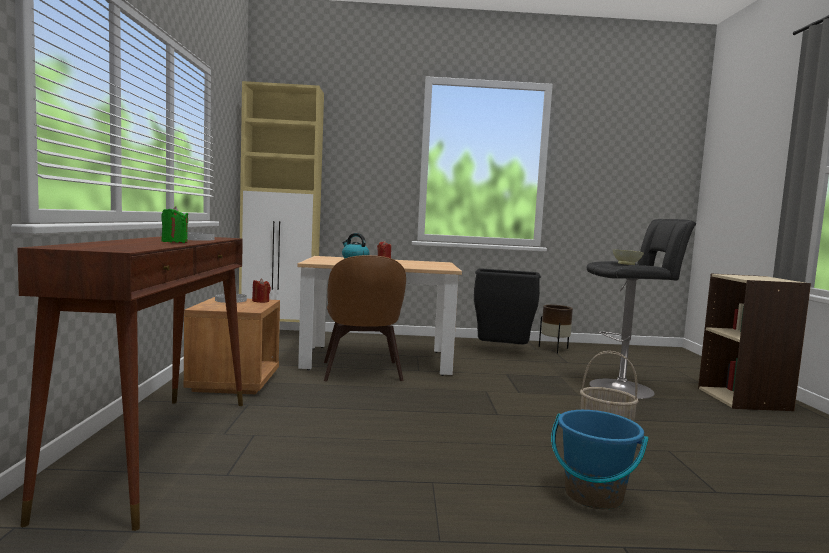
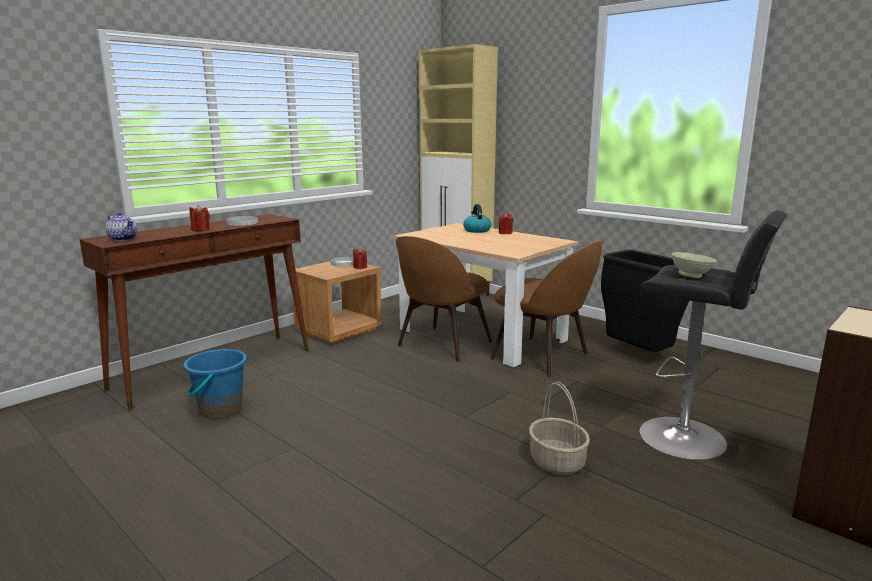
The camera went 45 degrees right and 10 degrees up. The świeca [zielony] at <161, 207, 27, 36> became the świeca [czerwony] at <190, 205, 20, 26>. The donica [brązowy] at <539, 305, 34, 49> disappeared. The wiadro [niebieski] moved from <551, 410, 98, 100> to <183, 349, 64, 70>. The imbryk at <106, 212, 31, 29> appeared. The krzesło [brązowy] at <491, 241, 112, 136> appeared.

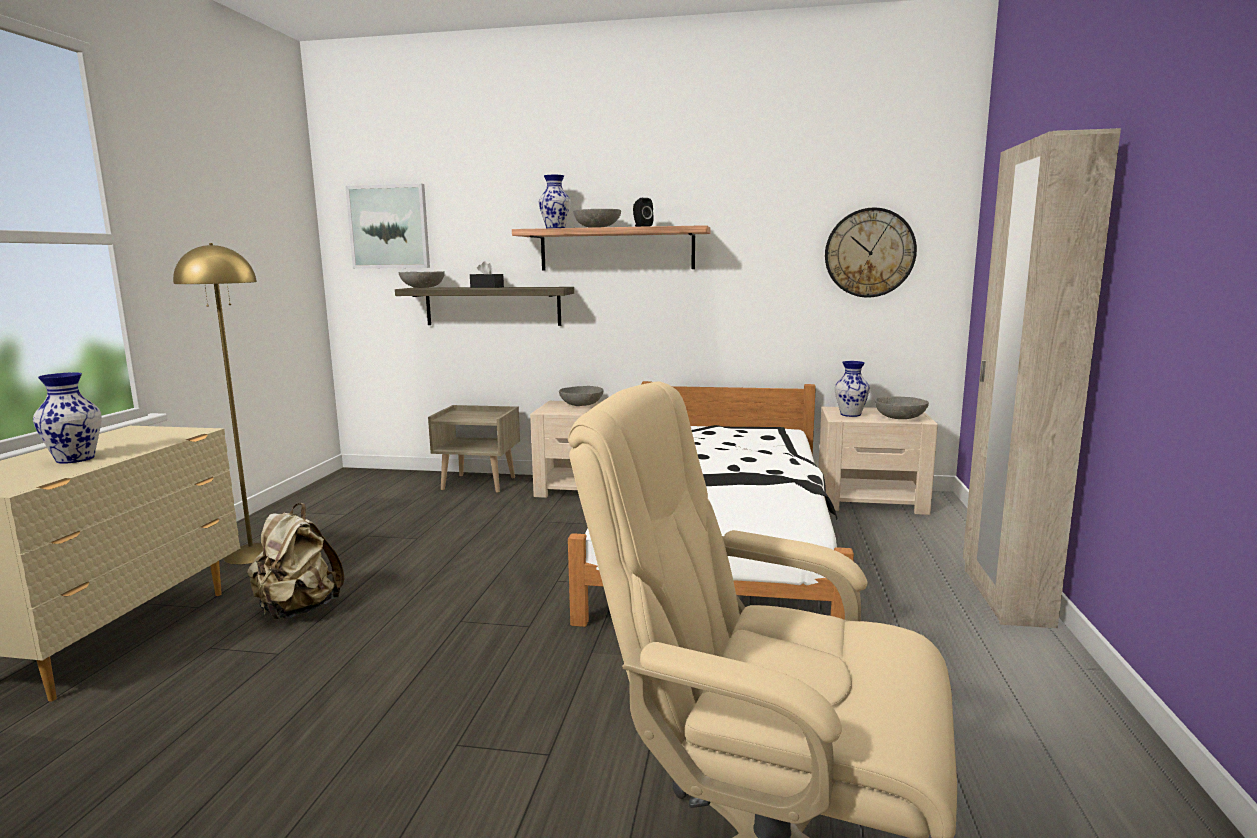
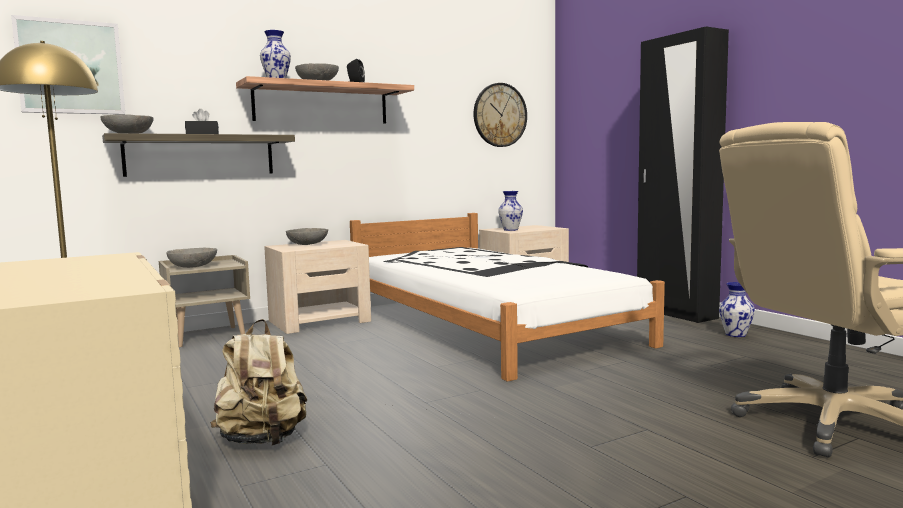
The camera went 40 degrees left and 5 degrees down. The wazon moved from <33, 372, 69, 92> to <719, 282, 36, 55>. The miska [szary] moved from <875, 396, 54, 23> to <167, 248, 50, 20>. The szafa [beżowy] at <963, 128, 158, 500> became the szafa [czarny] at <637, 27, 92, 296>.

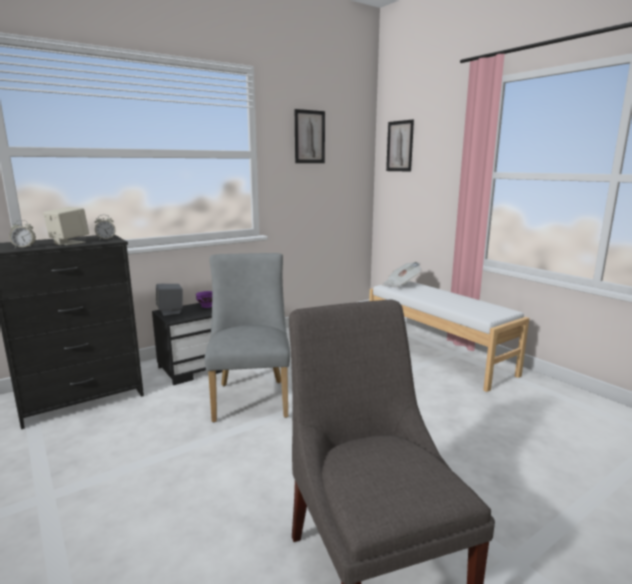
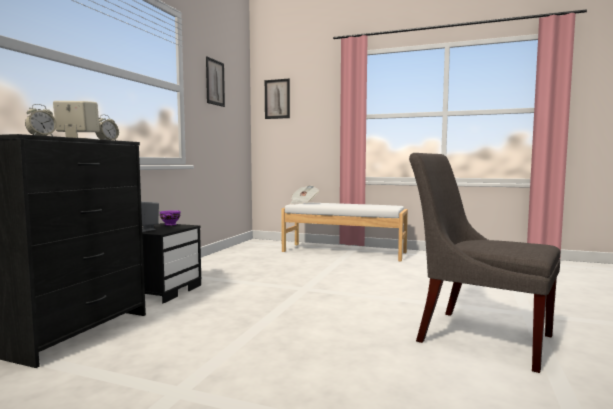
The camera went 35 degrees left and 10 degrees down. The krzesło [szary] at <204, 253, 86, 169> disappeared.

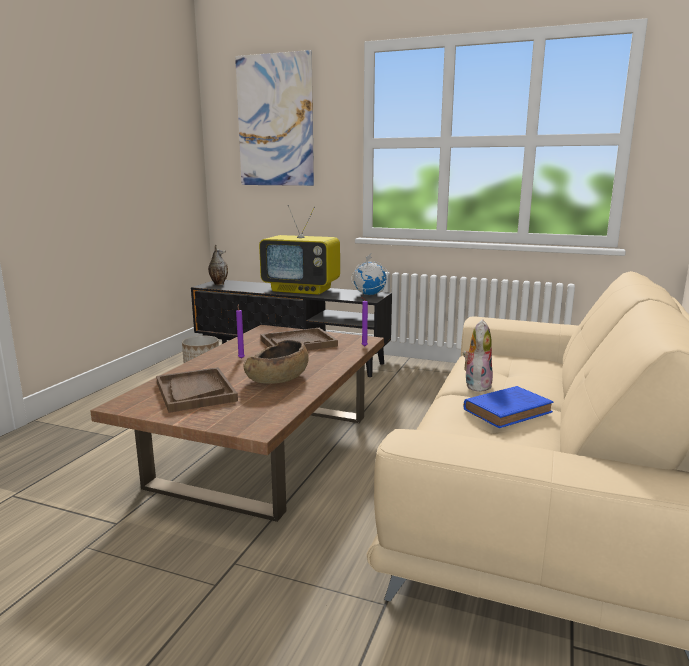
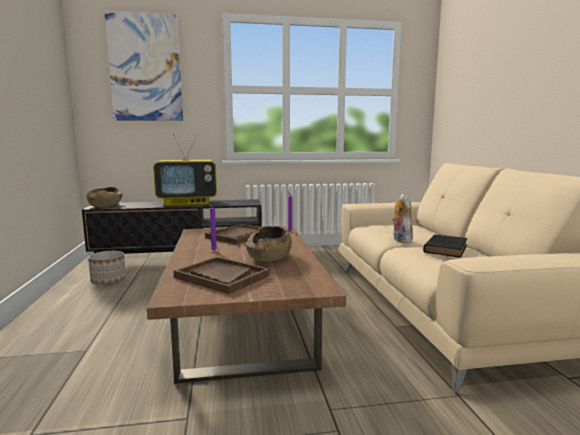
The camera went 30 degrees left and 5 degrees down. The wazon at <208, 245, 20, 40> was replaced by the miska [brązowy] at <87, 187, 35, 20>. The globus at <351, 254, 37, 41> disappeared. The książka [niebieski] at <464, 386, 89, 42> became the książka [czarny] at <423, 234, 44, 23>.

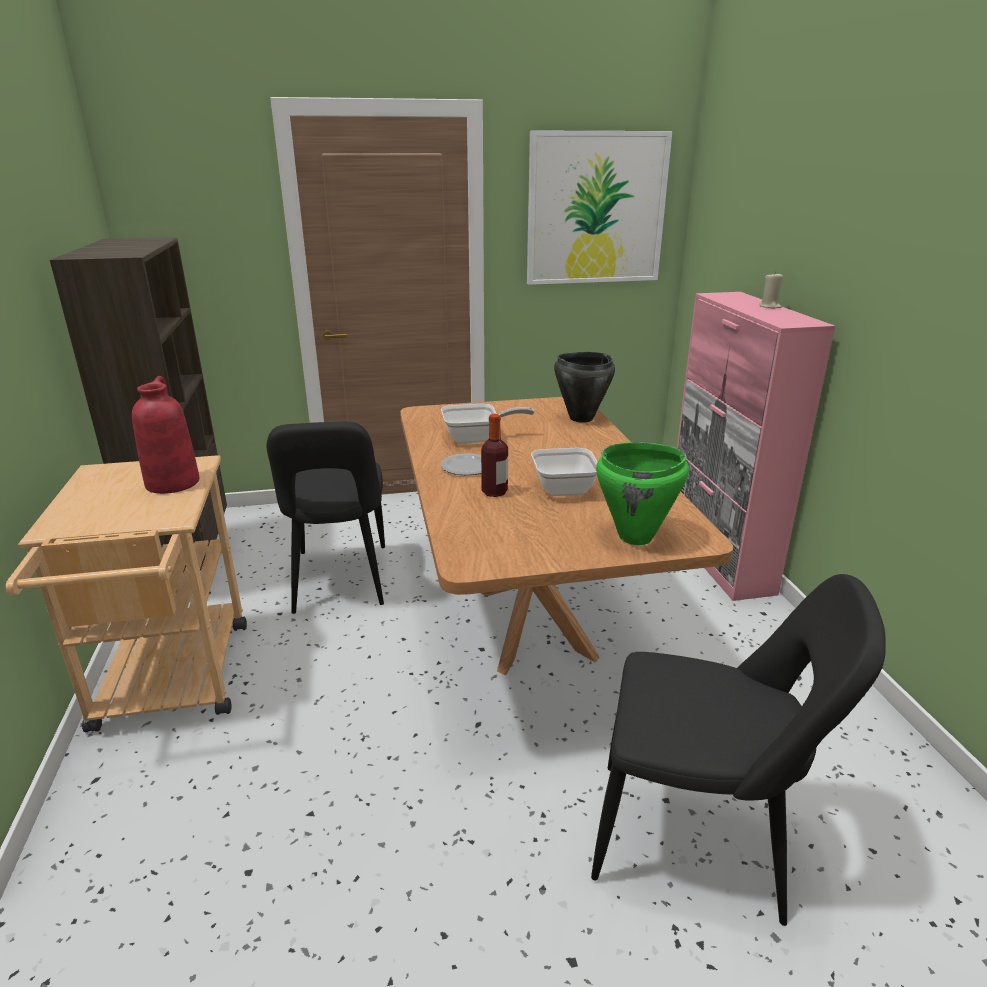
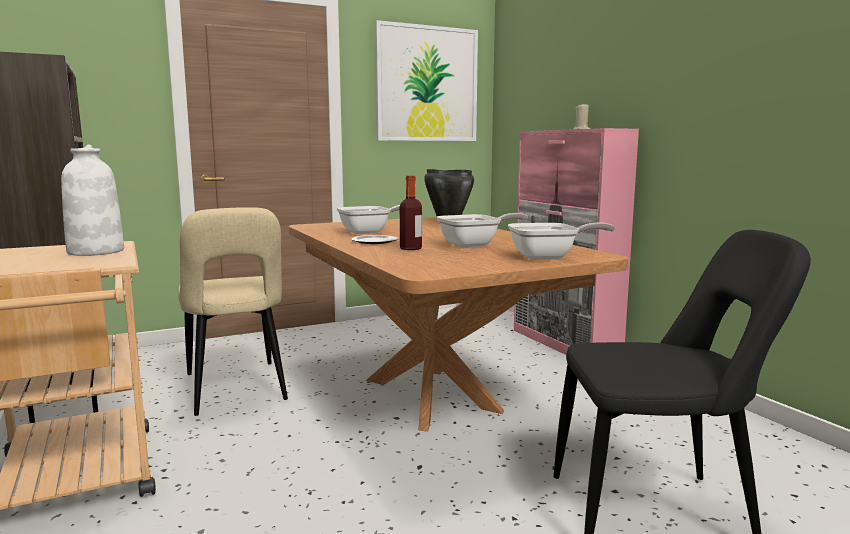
The camera went 15 degrees left and 15 degrees down. The wazon [czerwony] at <132, 376, 67, 118> became the wazon [biały] at <61, 144, 63, 112>. The krzesło [czarny] at <266, 421, 119, 193> became the krzesło [beżowy] at <178, 208, 110, 208>. The garnek [zielony] at <596, 442, 93, 103> was replaced by the patelnia at <508, 222, 107, 38>.

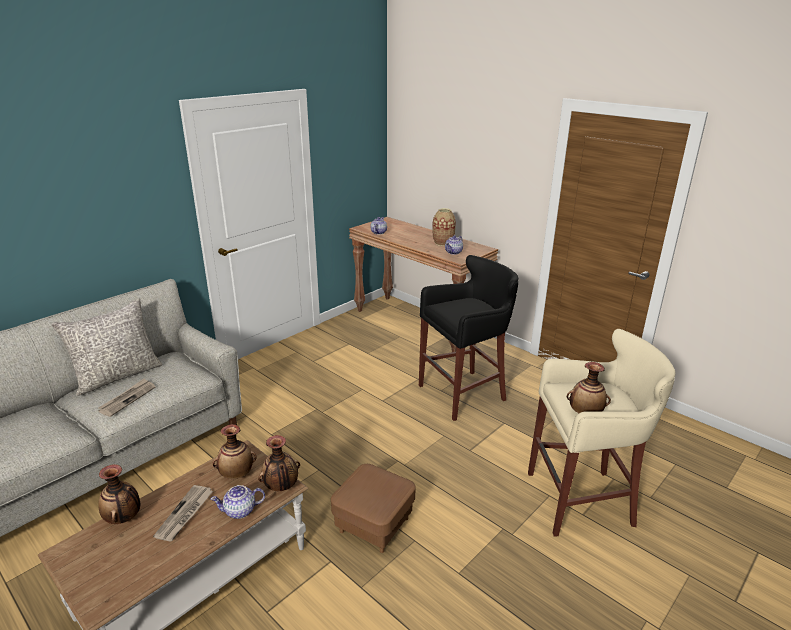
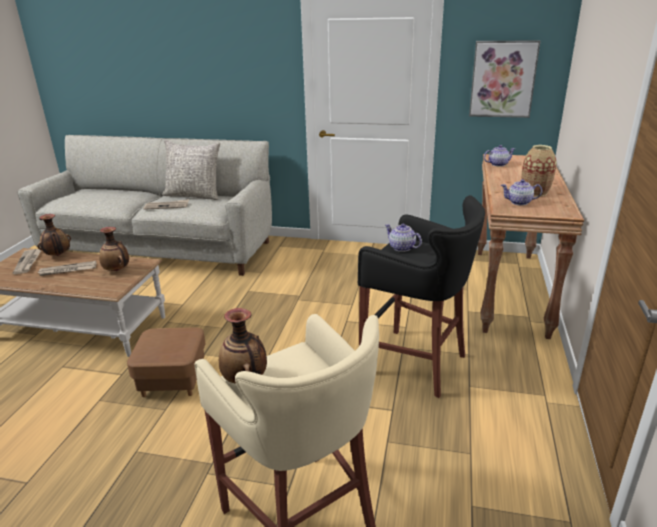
The camera went 60 degrees right and 0 degrees up. The imbryk moved from <211, 485, 54, 34> to <385, 224, 37, 28>. The wazon at <258, 435, 42, 56> disappeared. The gazeta at <13, 249, 28, 25> appeared. The obraz at <469, 40, 71, 78> appeared.

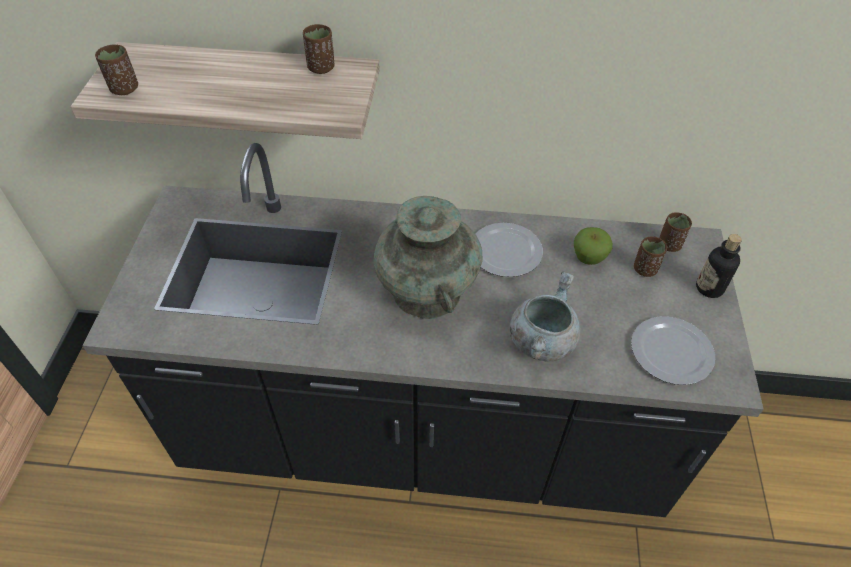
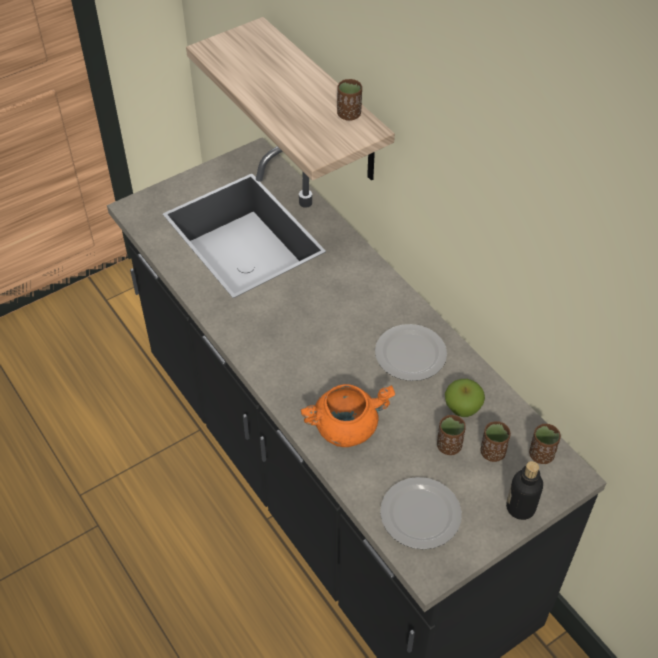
The camera went 50 degrees right and 0 degrees up. The filiżanka [brązowy] moved from <95, 44, 43, 51> to <437, 415, 29, 40>. The wazon [turkusowy] at <373, 196, 110, 123> disappeared. The garnek [szary] at <510, 271, 70, 90> became the garnek [pomarańczowy] at <300, 384, 95, 63>.

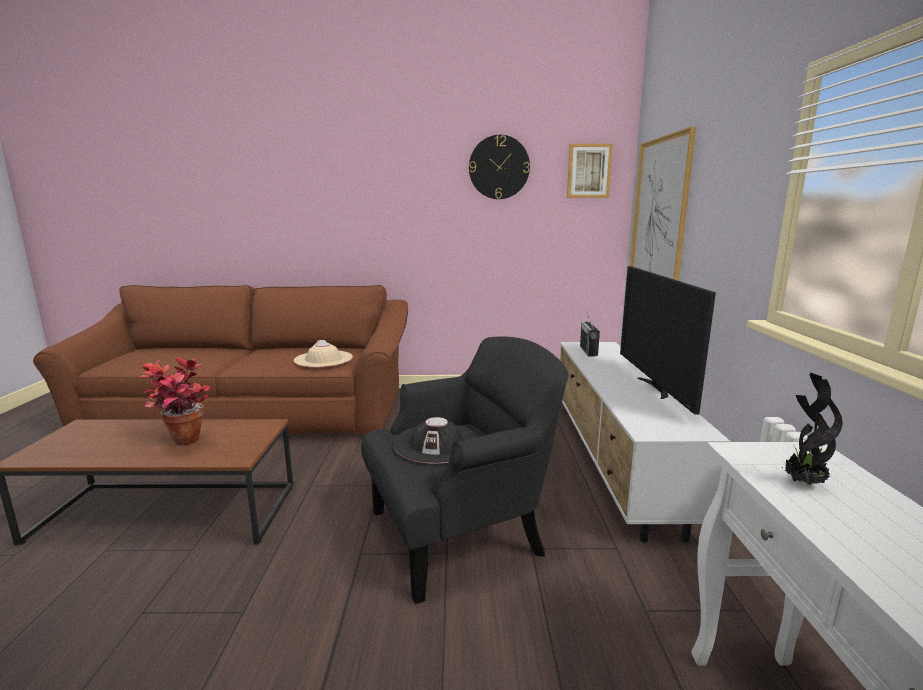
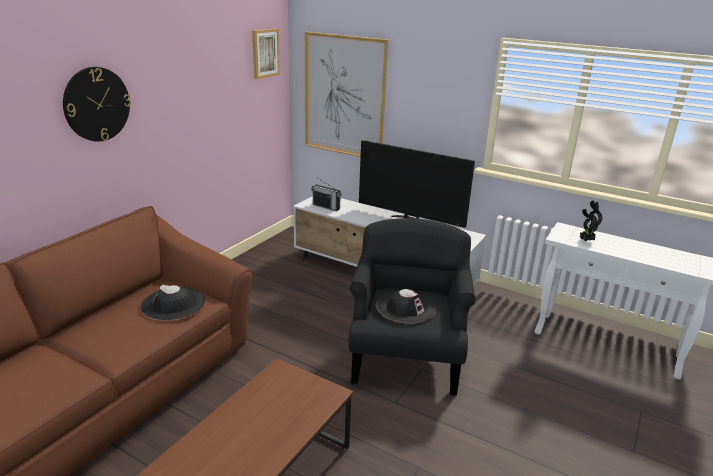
The camera went 60 degrees left and 10 degrees up. The roślina doniczkowa at <140, 357, 70, 88> disappeared. The kapelusz [beżowy] at <294, 340, 59, 28> became the kapelusz [czarny] at <140, 285, 65, 36>. The zegar ścienny moved from <469, 135, 61, 64> to <63, 67, 68, 75>.

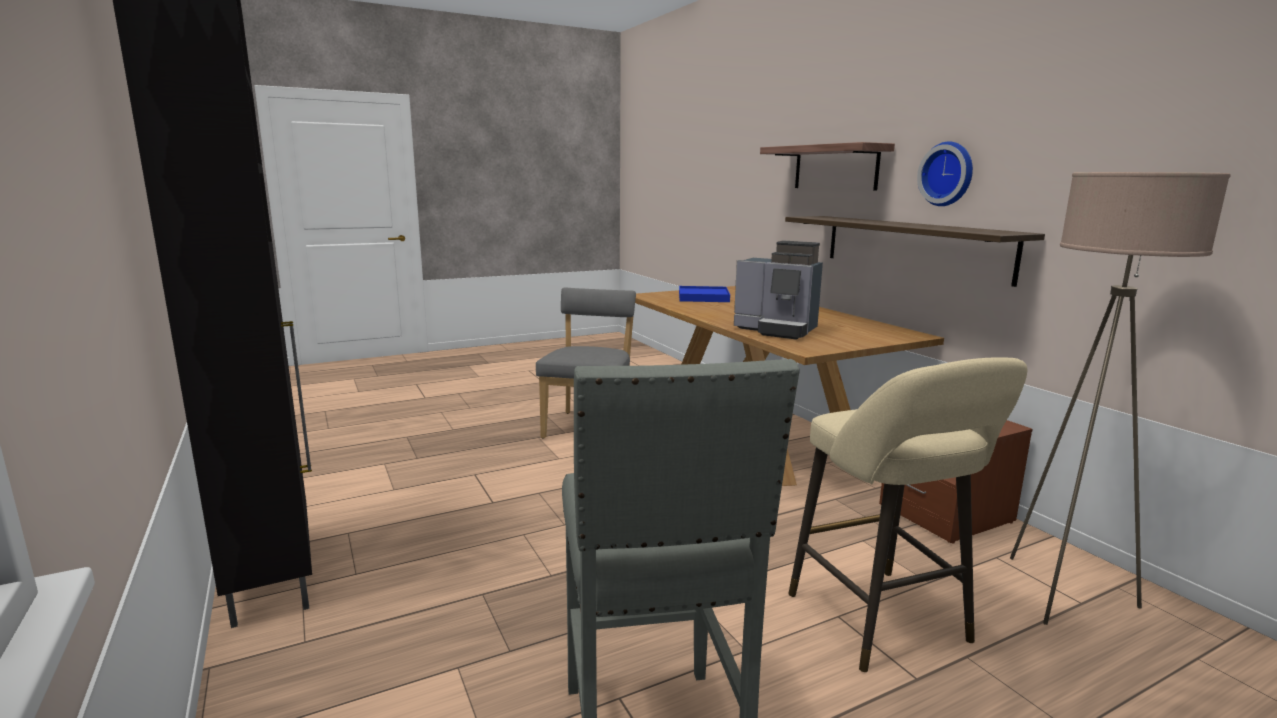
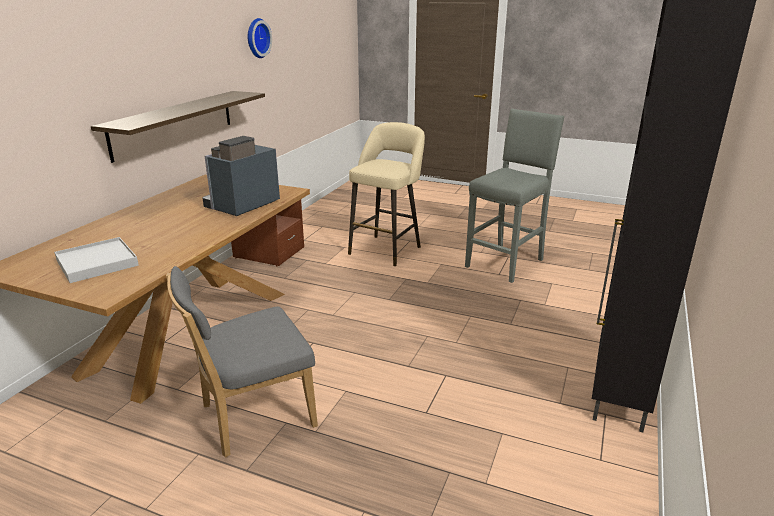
The camera went 130 degrees left and 10 degrees up. The taca [niebieski] at <679, 286, 51, 16> became the taca [biały] at <54, 237, 85, 46>. The ekspres do kawy at <734, 241, 89, 99> turned 135 degrees counterclockwise. The półka at <760, 142, 135, 49> disappeared. The zegar ścienny moved from <917, 141, 56, 65> to <248, 18, 24, 40>. The lampa stojąca [beżowy] at <1010, 172, 221, 453> disappeared.

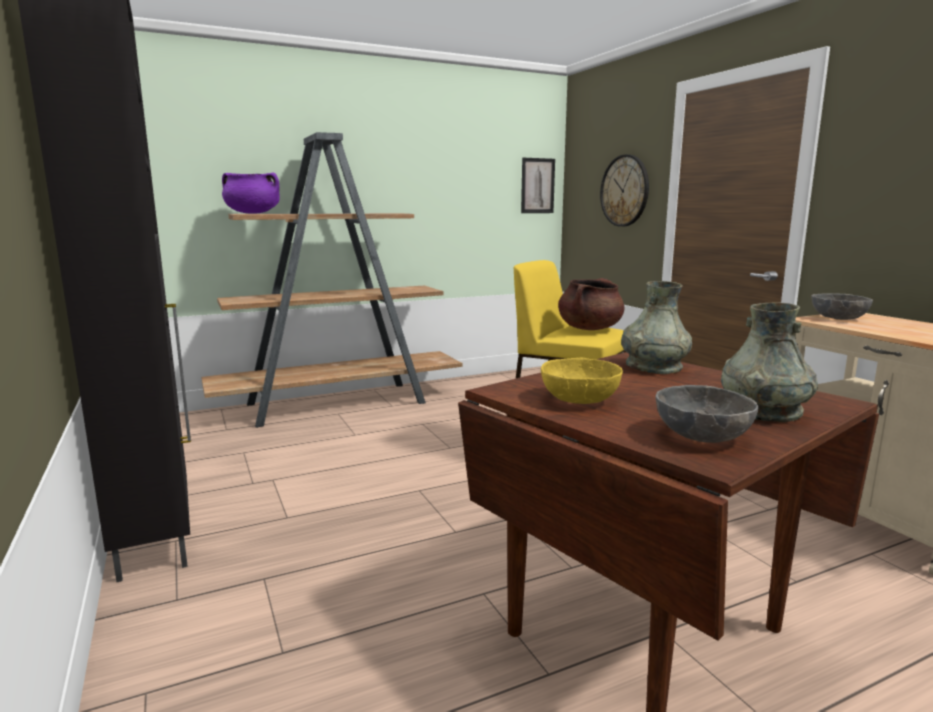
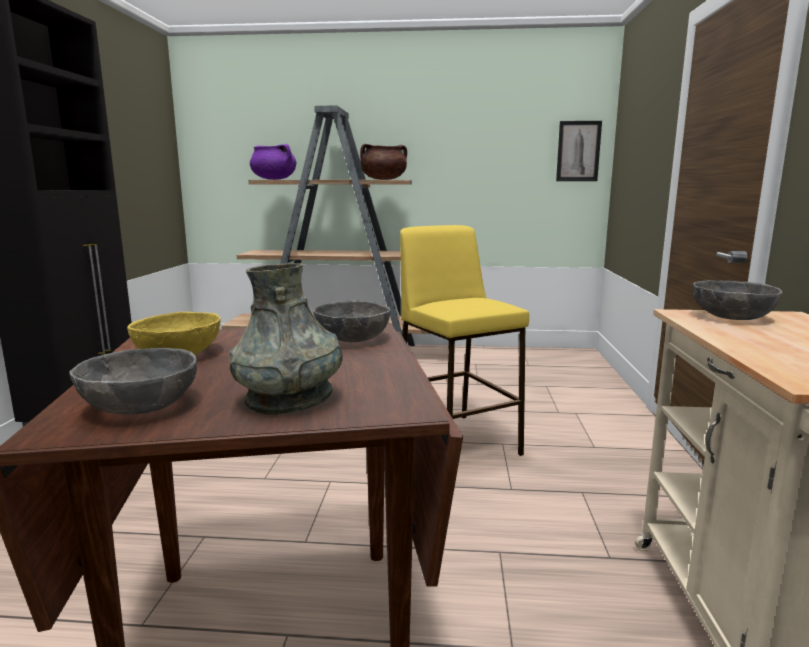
The camera went 30 degrees right and 0 degrees up. The garnek [brązowy] moved from <558, 278, 66, 52> to <360, 144, 47, 36>. The zegar ścienny at <600, 154, 49, 73> disappeared. The wazon [szary] at <621, 281, 71, 93> was replaced by the miska [szary] at <313, 300, 78, 42>.

